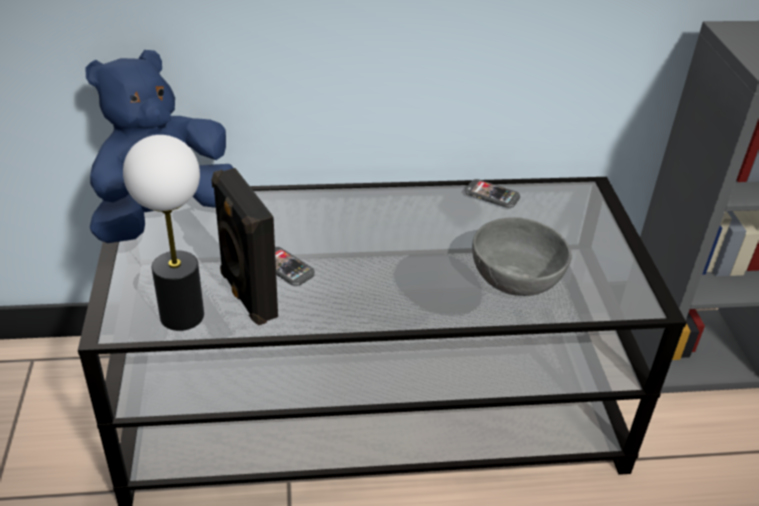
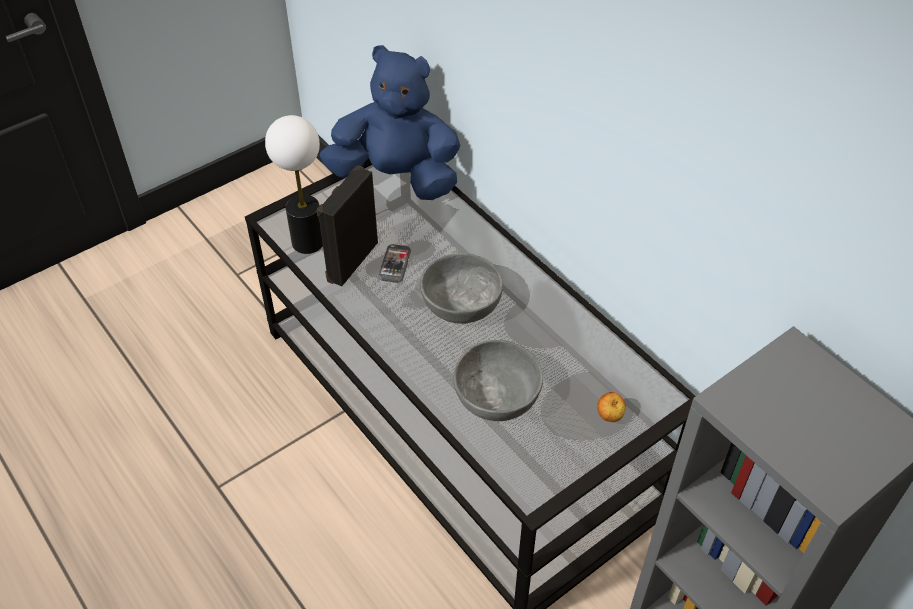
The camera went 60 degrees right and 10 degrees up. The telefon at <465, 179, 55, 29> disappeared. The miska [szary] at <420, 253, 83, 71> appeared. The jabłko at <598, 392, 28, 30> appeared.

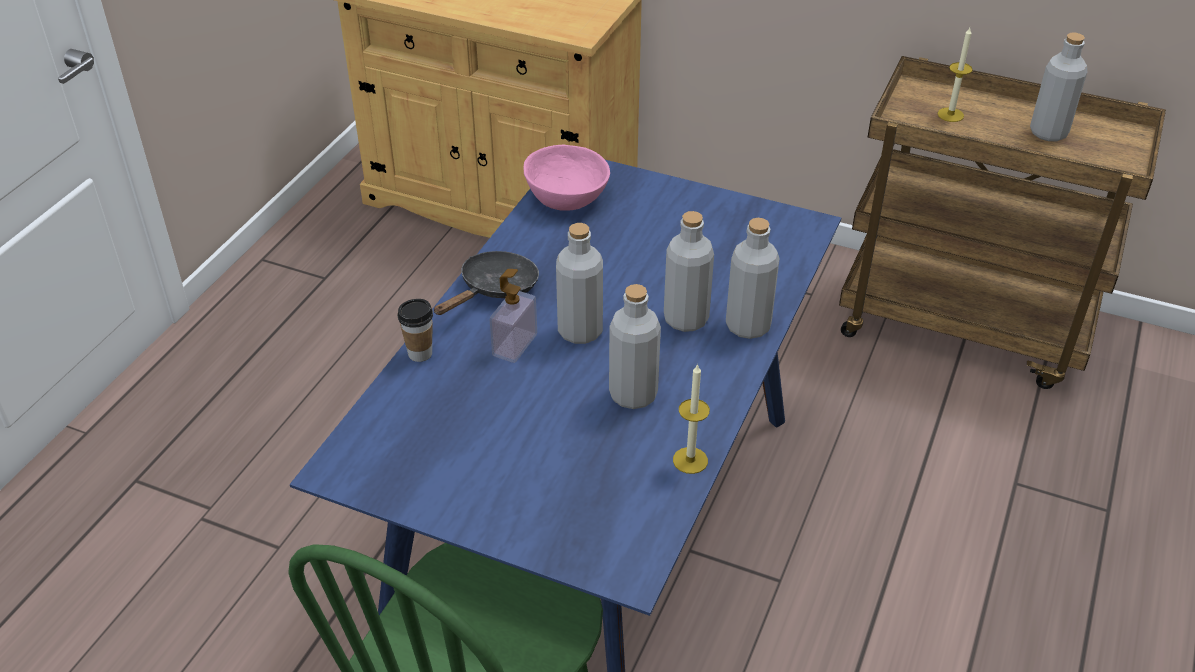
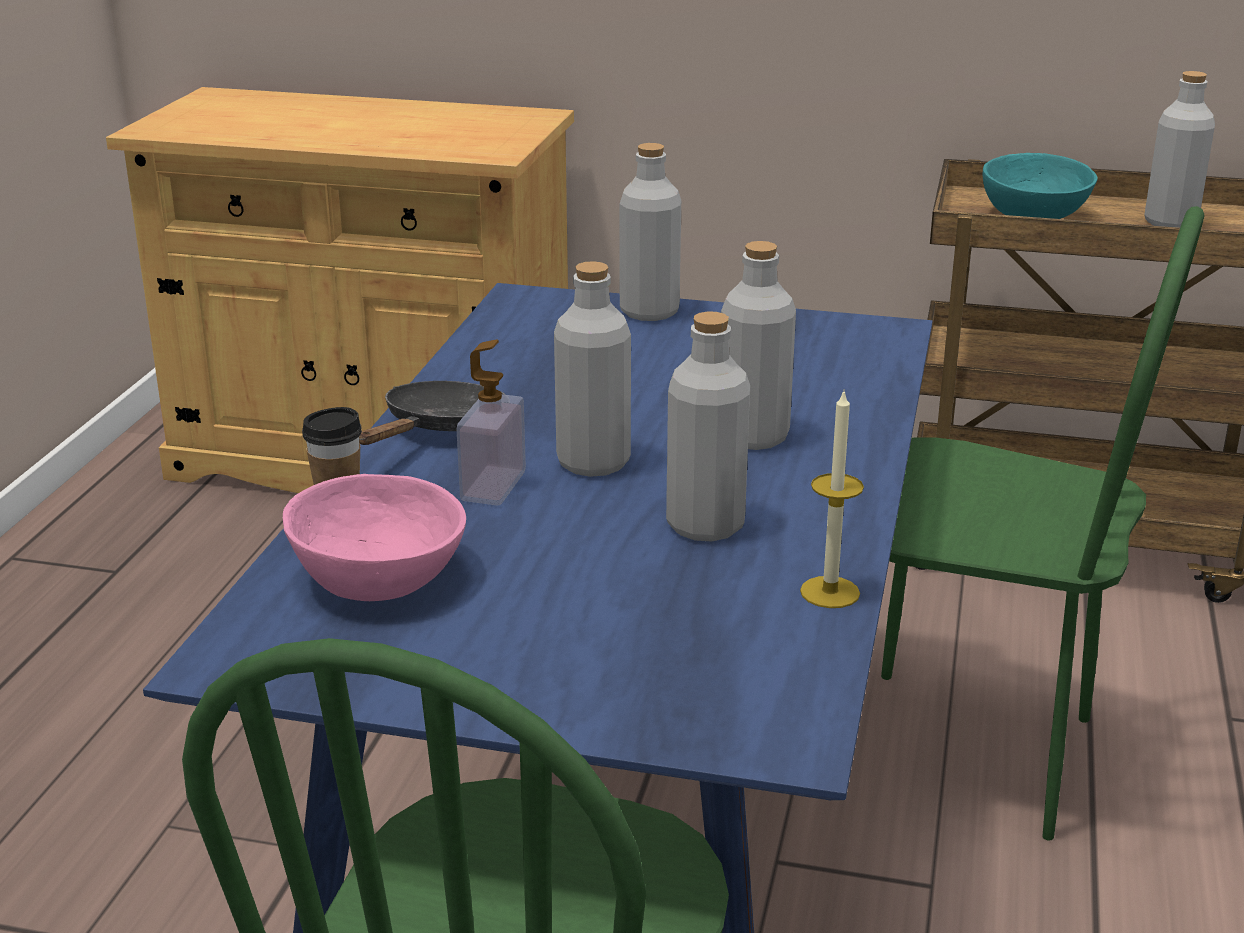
The camera went 10 degrees left and 15 degrees down. The miska [różowy] moved from <524, 145, 86, 66> to <283, 474, 183, 127>. The butelka [szary] moved from <726, 218, 54, 121> to <620, 143, 61, 178>. The świeca at <937, 28, 36, 94> was replaced by the miska [turkusowy] at <983, 153, 115, 66>. The krzesło [zielony] at <881, 206, 324, 634> appeared.

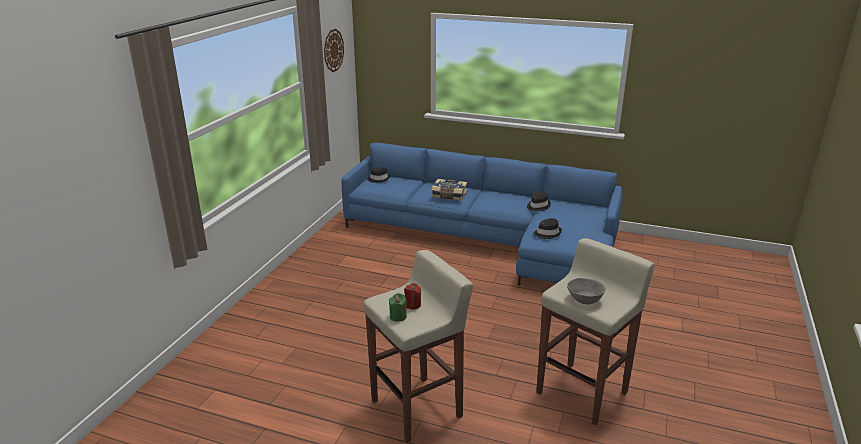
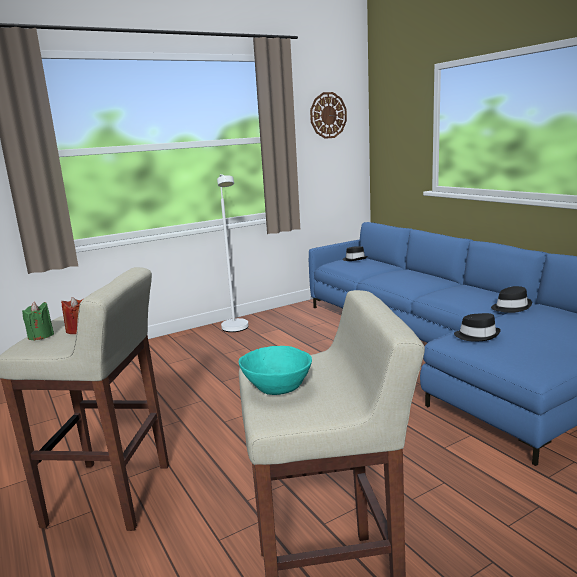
The camera went 40 degrees right and 10 degrees down. The książka at <432, 179, 35, 21> disappeared. The miska [szary] at <567, 278, 39, 27> became the miska [turkusowy] at <239, 346, 73, 49>. The lampa stojąca [biały] at <217, 174, 32, 158> appeared.

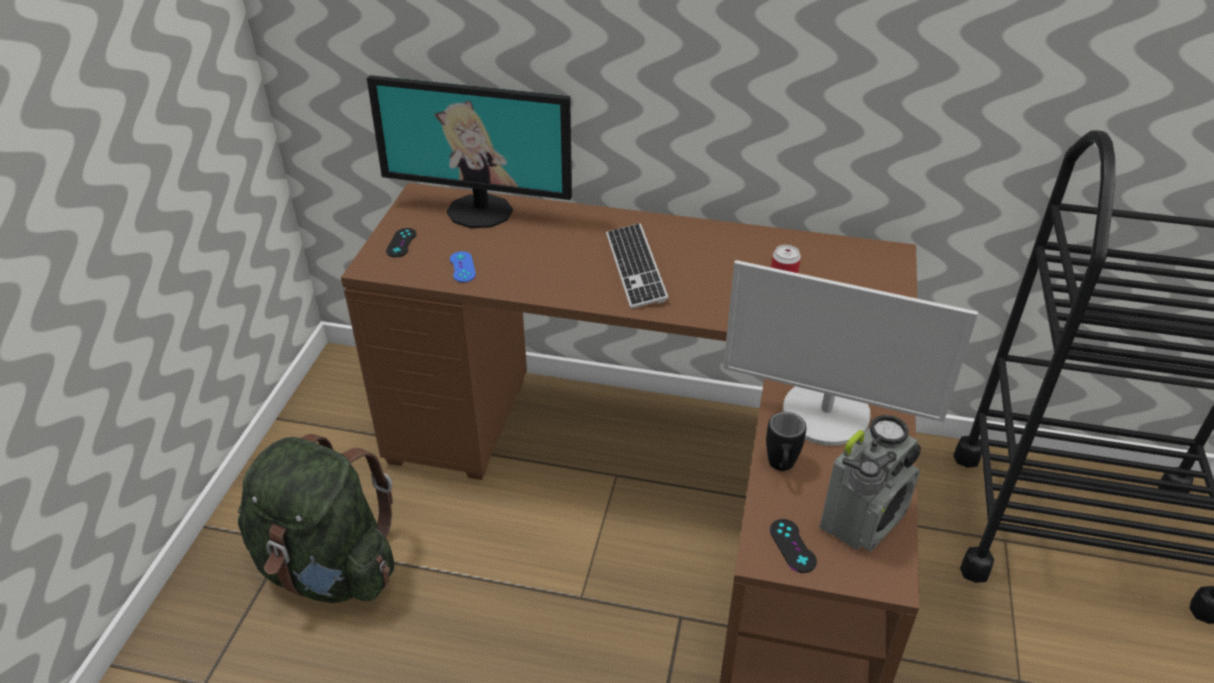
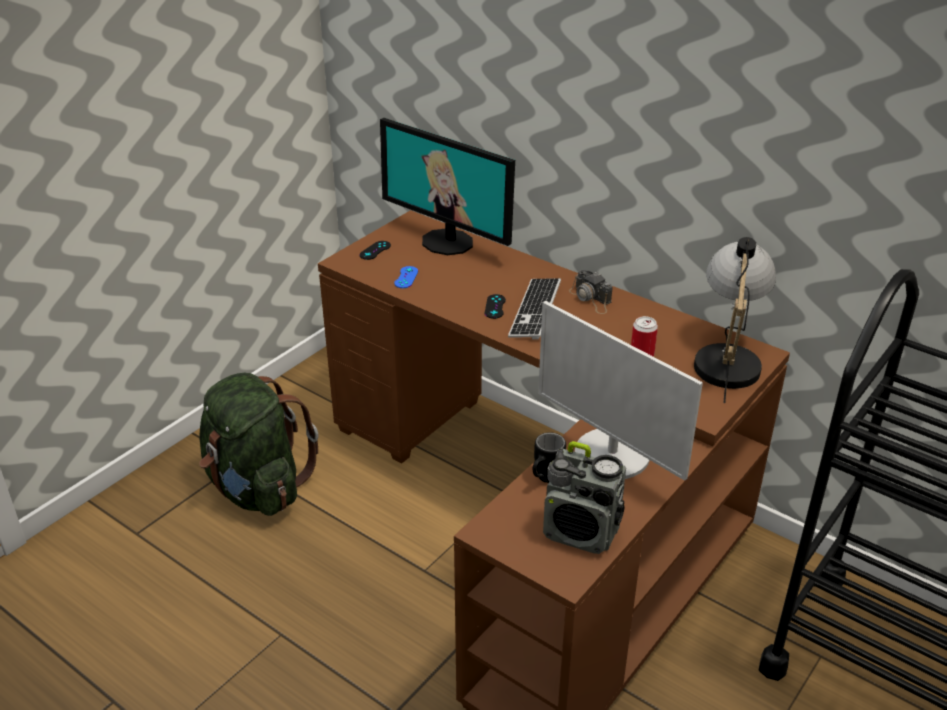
The camera went 25 degrees right and 5 degrees down. The pad do gier [czarny] moved from <770, 519, 47, 54> to <485, 294, 21, 25>. The radio at <820, 415, 101, 137> turned 45 degrees clockwise. The aparat fotograficzny at <569, 270, 44, 44> appeared. The lampa stołowa at <694, 237, 82, 167> appeared.

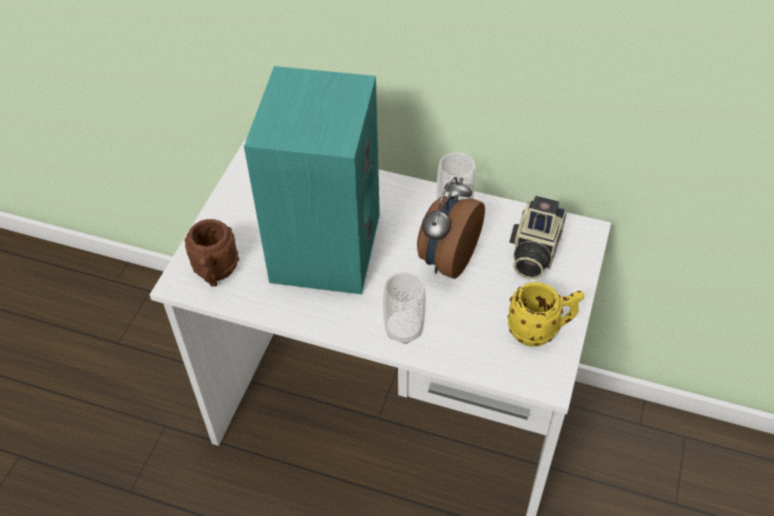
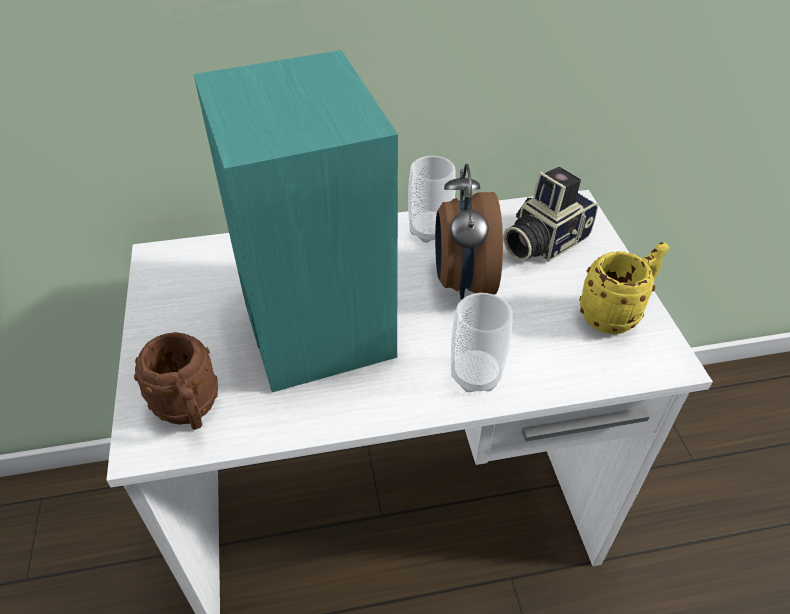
The camera went 30 degrees left and 5 degrees down. The aparat fotograficzny at <510, 196, 57, 83> turned 60 degrees clockwise.

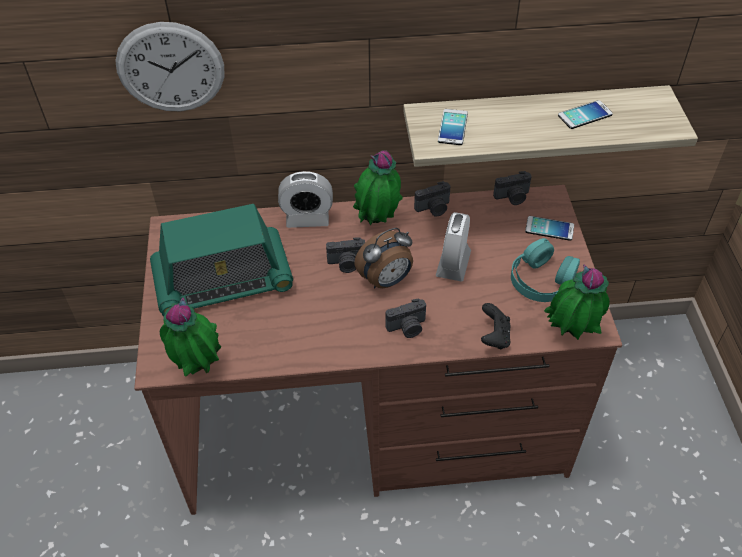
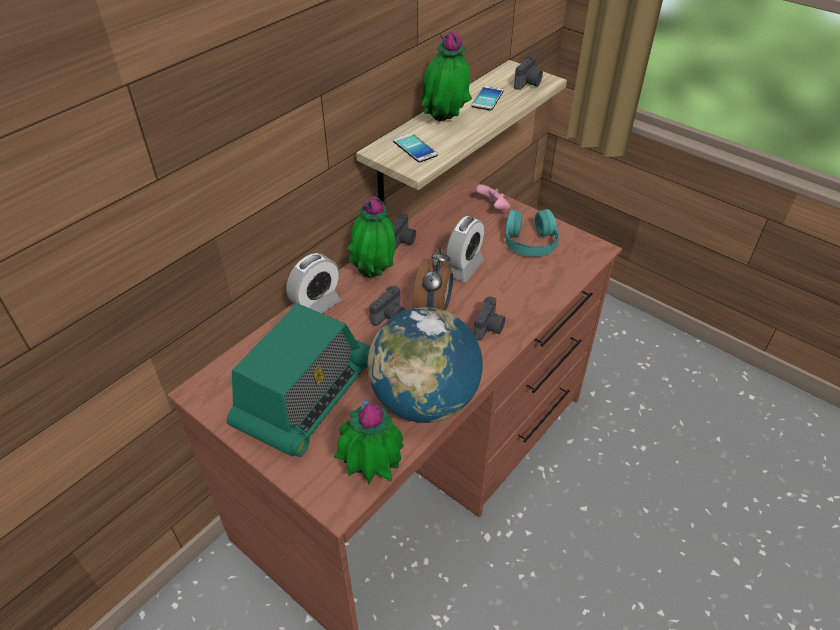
The camera went 45 degrees left and 5 degrees down. The zegar ścienny at <115, 22, 109, 89> disappeared. The budzik at <436, 212, 35, 70> turned 120 degrees counterclockwise. The pad do gier [czarny] at <481, 303, 30, 46> disappeared. The aparat fotograficzny moved from <493, 171, 39, 34> to <514, 55, 29, 35>. The telefon at <525, 216, 49, 25> was replaced by the pad do gier [różowy] at <476, 185, 34, 28>. The roślina doniczkowa moved from <544, 264, 66, 76> to <420, 31, 52, 90>. The globus at <367, 307, 116, 116> appeared.

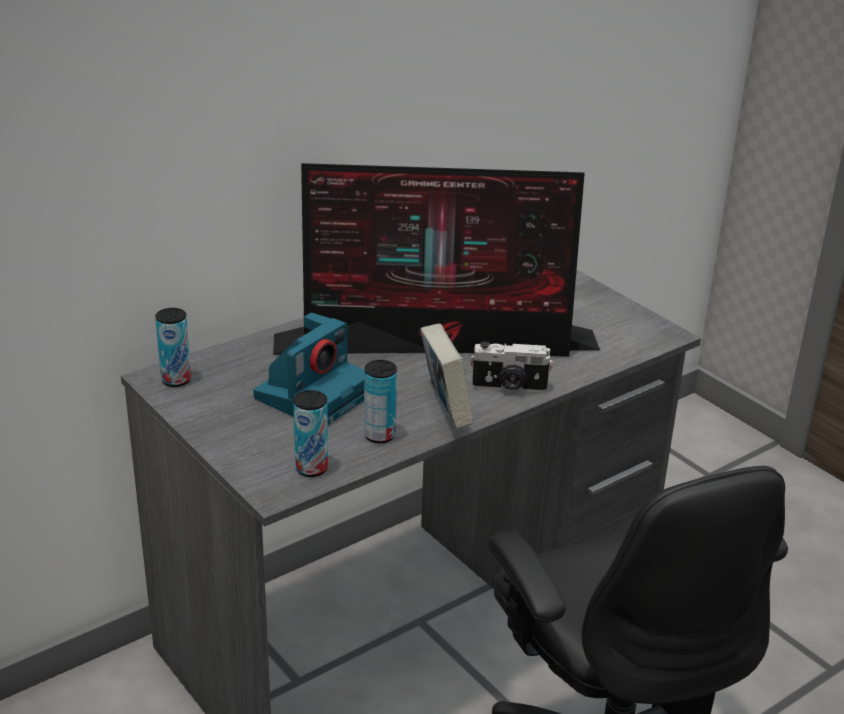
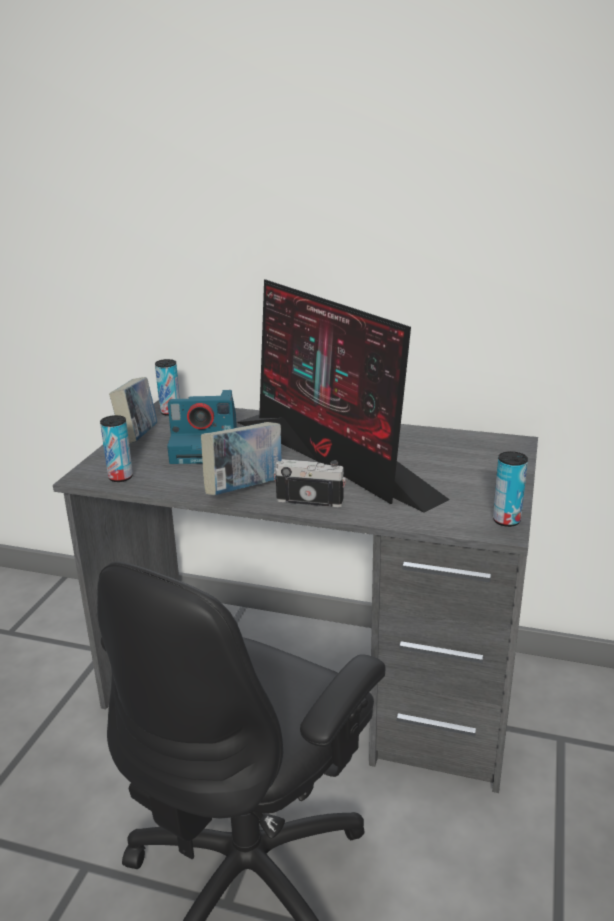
The camera went 55 degrees right and 5 degrees down. The puszka moved from <364, 360, 33, 83> to <493, 451, 35, 76>. The aparat fotograficzny at <470, 341, 83, 52> turned 135 degrees clockwise. The książka at <109, 377, 48, 66> appeared.

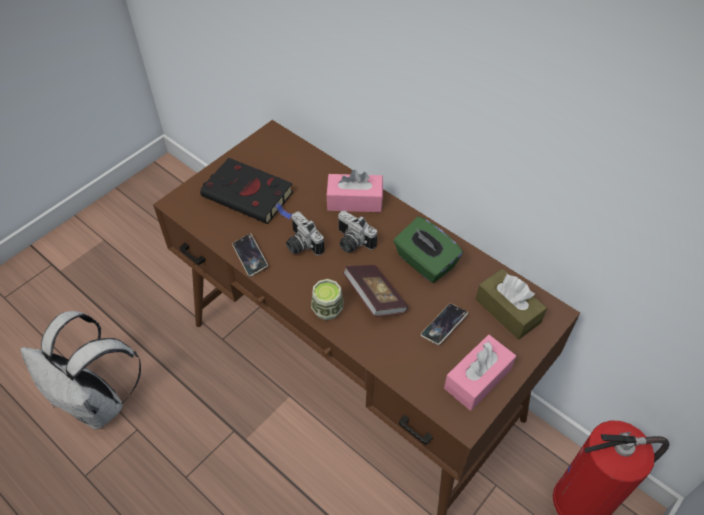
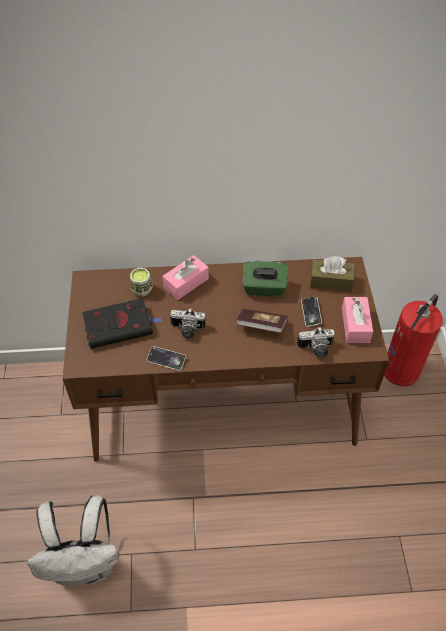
The camera went 45 degrees left and 0 degrees up. The filiżanka moved from <311, 279, 33, 41> to <130, 268, 23, 29>. The aparat fotograficzny moved from <337, 210, 40, 43> to <297, 327, 38, 31>.

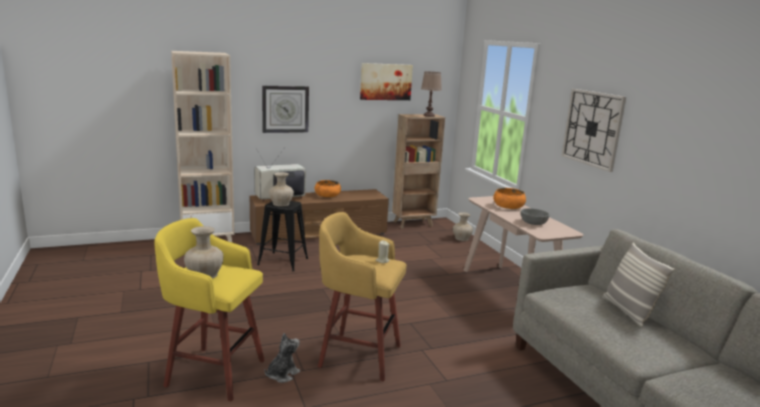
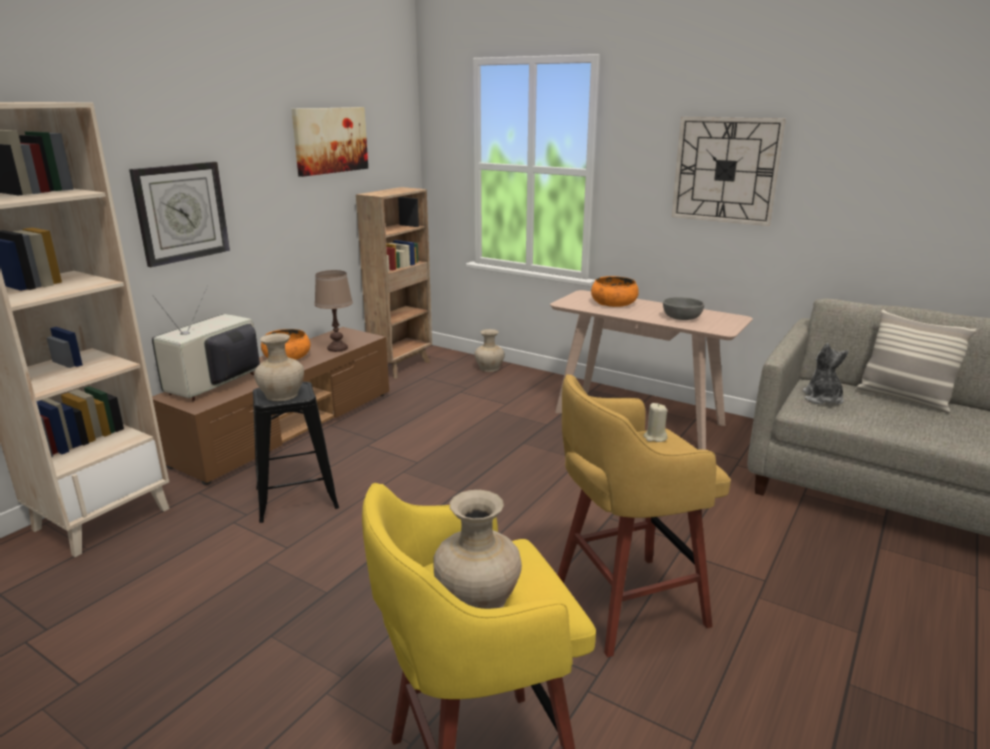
The camera went 35 degrees left and 5 degrees up. The pluszak moved from <265, 333, 36, 50> to <803, 343, 46, 62>. The lampa stołowa [brązowy] moved from <421, 72, 21, 45> to <314, 270, 39, 82>.

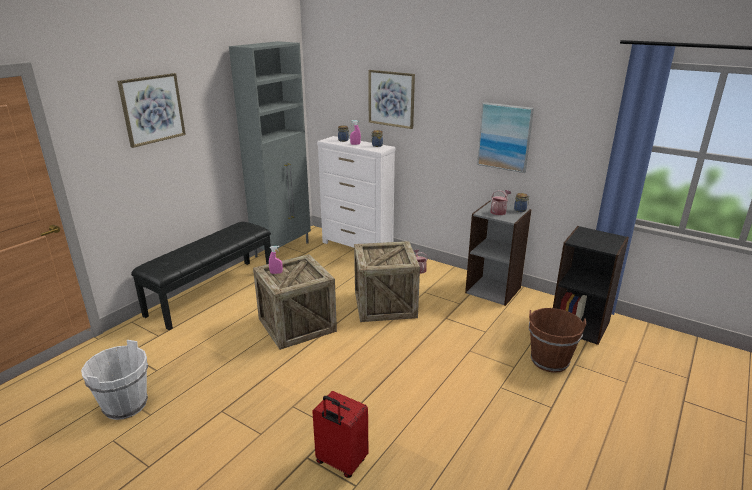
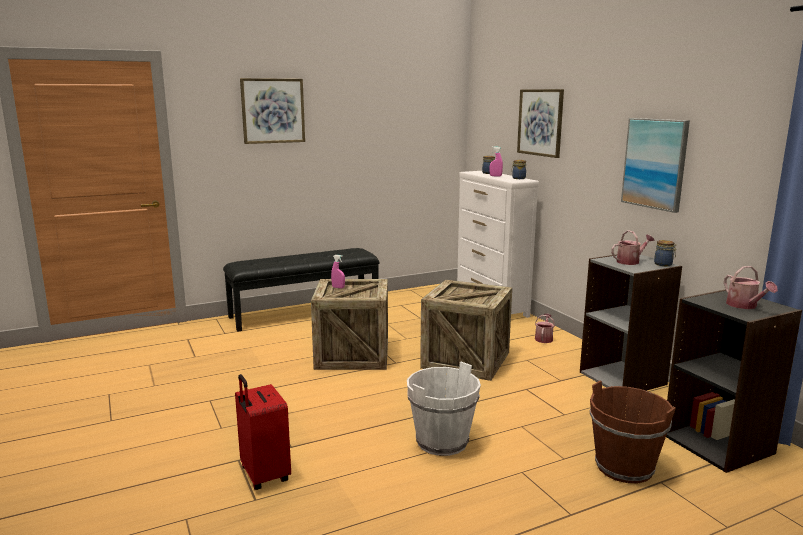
The camera went 30 degrees right and 10 degrees down. The wiadro [biały] moved from <81, 340, 67, 80> to <407, 362, 74, 94>. The szafka [szary] at <229, 41, 82, 217> disappeared. The konewka at <724, 266, 54, 43> appeared.

